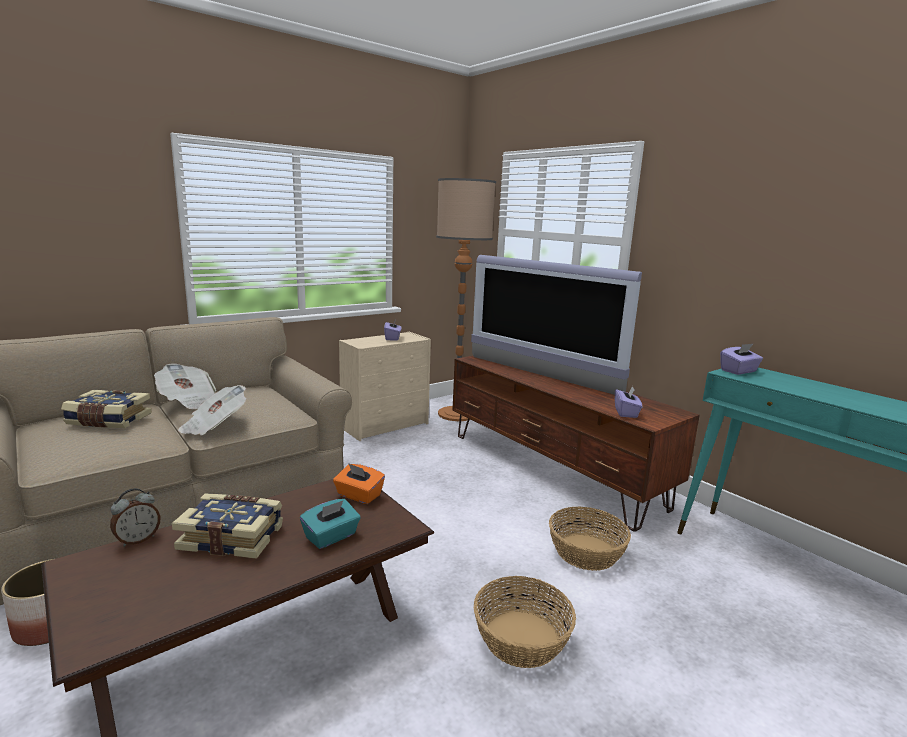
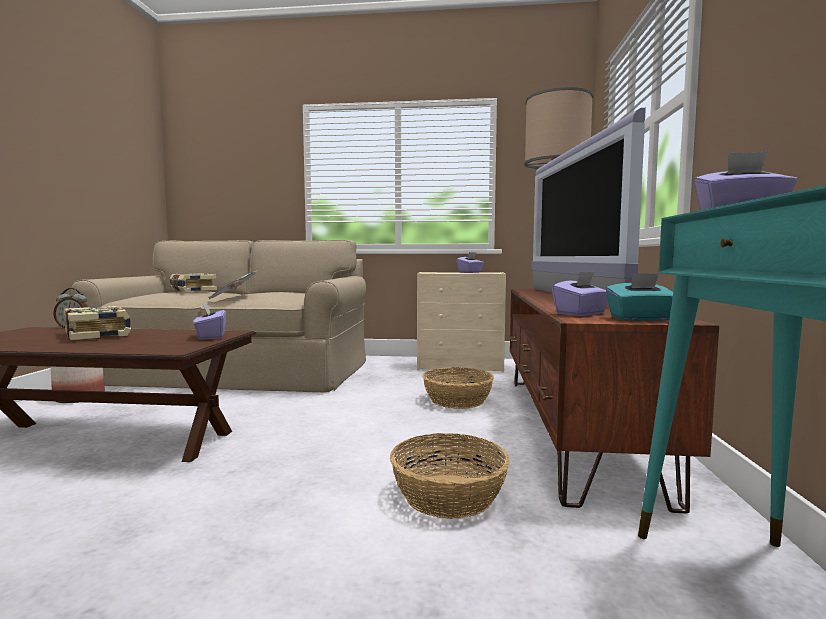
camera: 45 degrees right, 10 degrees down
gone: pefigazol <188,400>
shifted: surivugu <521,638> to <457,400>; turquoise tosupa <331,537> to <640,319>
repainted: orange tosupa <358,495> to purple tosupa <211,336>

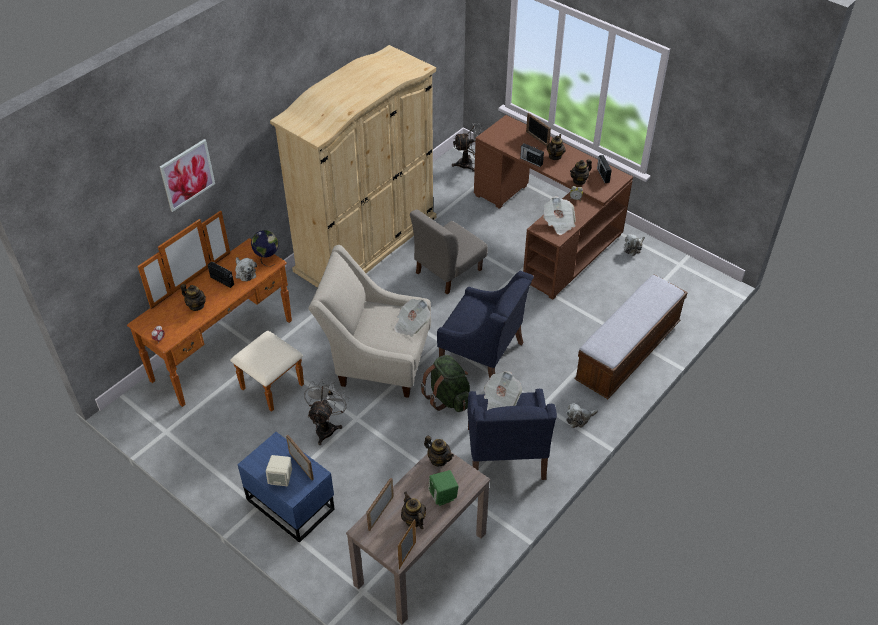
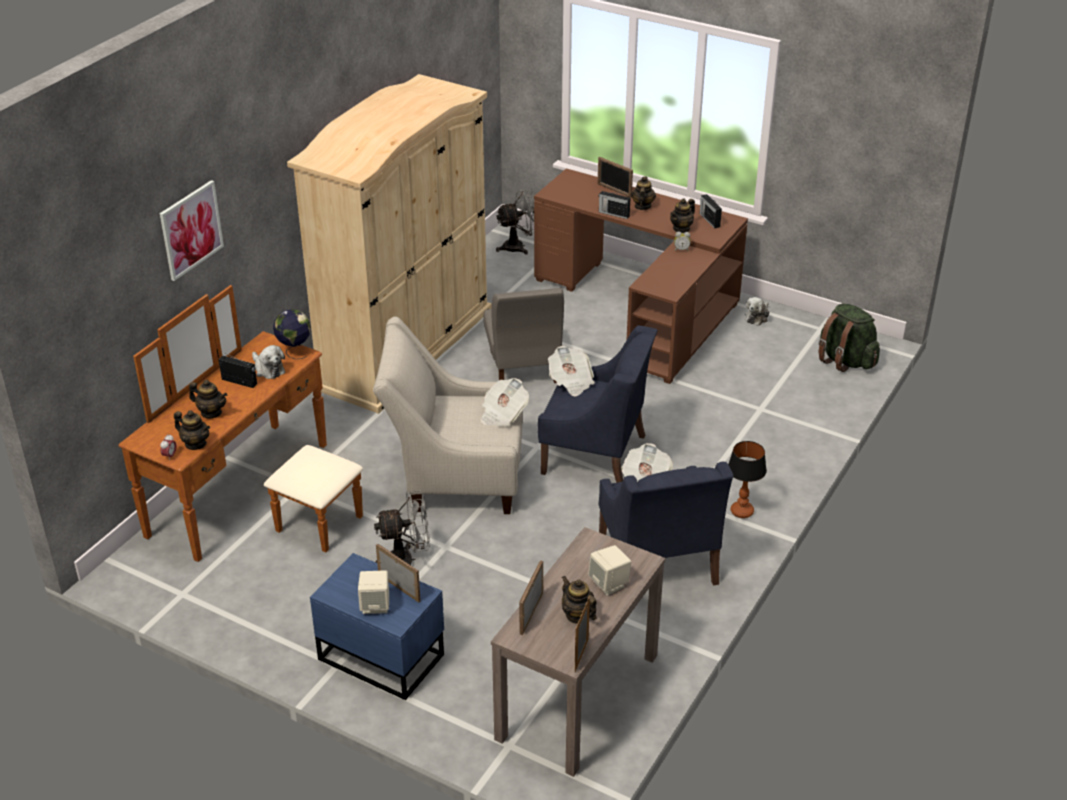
camera: 10 degrees left, 10 degrees down
gone: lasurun <627,353>
shifted: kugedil <439,459> to <195,444>; pefigazol <558,223> to <571,381>; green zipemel <448,397> to <845,360>
swapped: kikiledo <579,419> to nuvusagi <742,511>
repainted: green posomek <443,496> to beige posomek <609,584>
rotated: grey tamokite <326,426> = <407,560> 75 degrees clockwise; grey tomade <448,271> = <523,367> 45 degrees counterclockwise

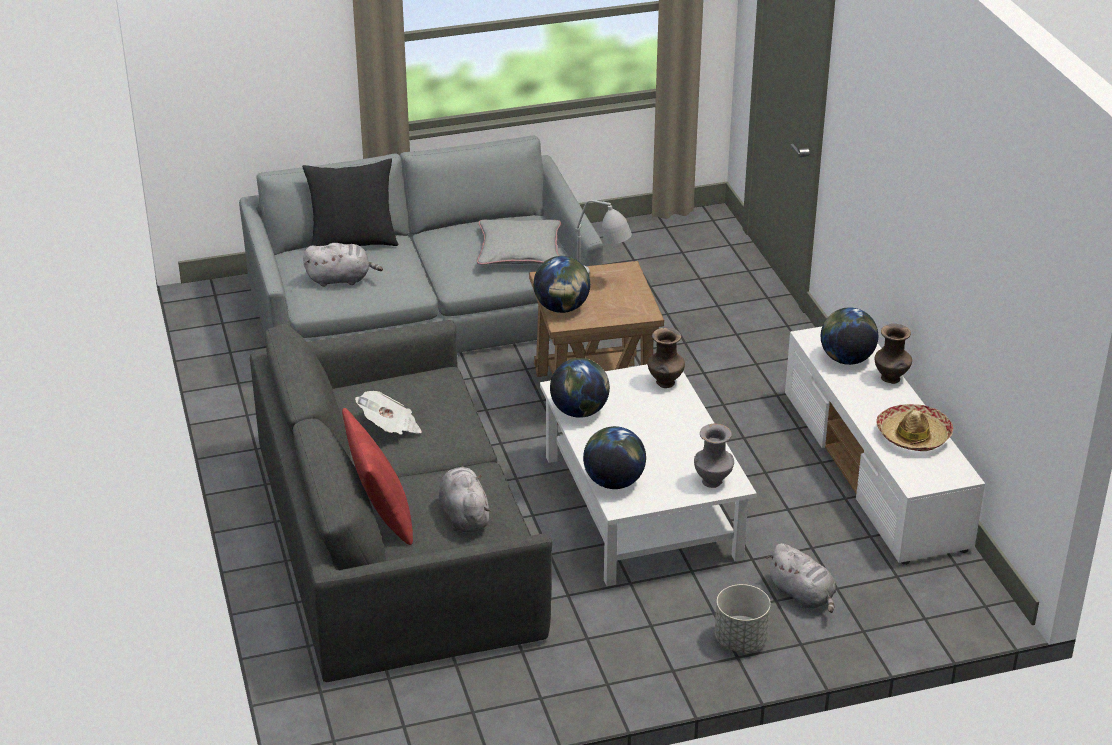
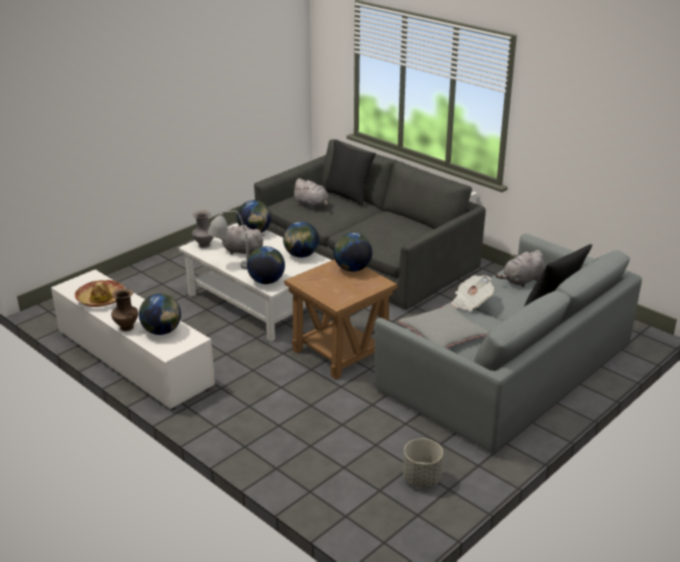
camera: 150 degrees right, 5 degrees down
shifted: grey nuvusagi <600,280> to <231,266>; grey kikiledo <803,595> to <241,251>; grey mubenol <741,639> to <421,479>; pefigazol <390,427> to <470,302>
swapped: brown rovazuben <665,383> to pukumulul <266,281>
repainted: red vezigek <382,515> to black vezigek <347,196>

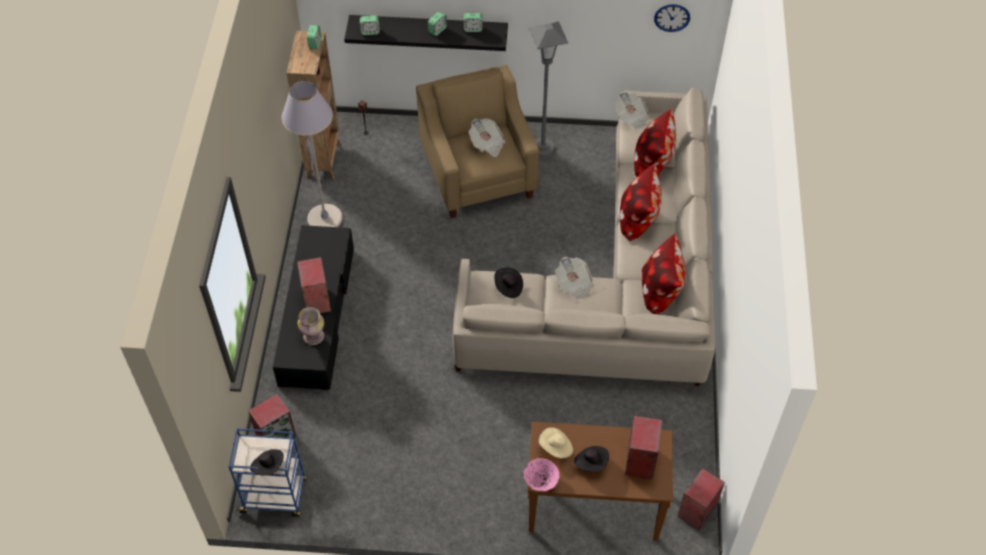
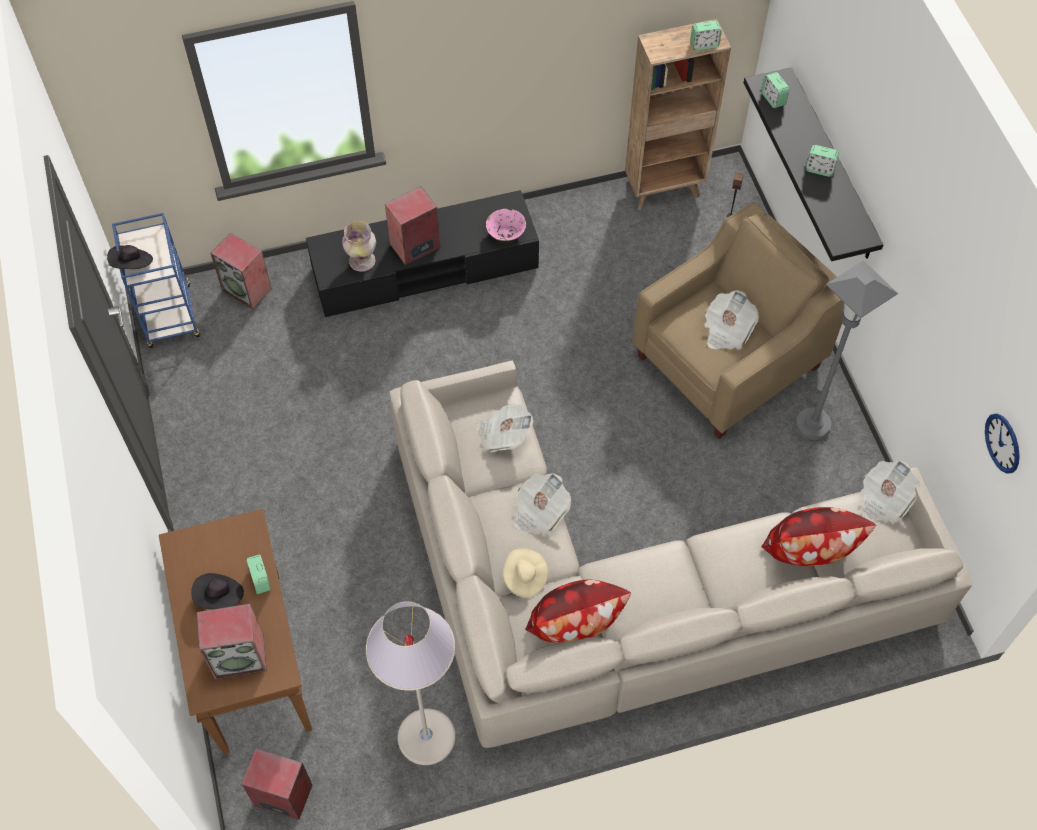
camera: 70 degrees right, 5 degrees up
gone: vezigek <638,219>
shifted: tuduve <473,28> to <260,580>; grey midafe <325,219> to <426,737>; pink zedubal <540,480> to <506,233>; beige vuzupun <556,448> to <524,578>
swapped: black vuzupun <508,287> to pefigazol <503,435>

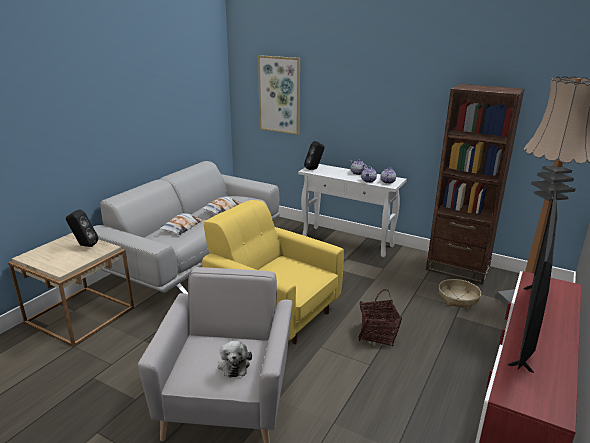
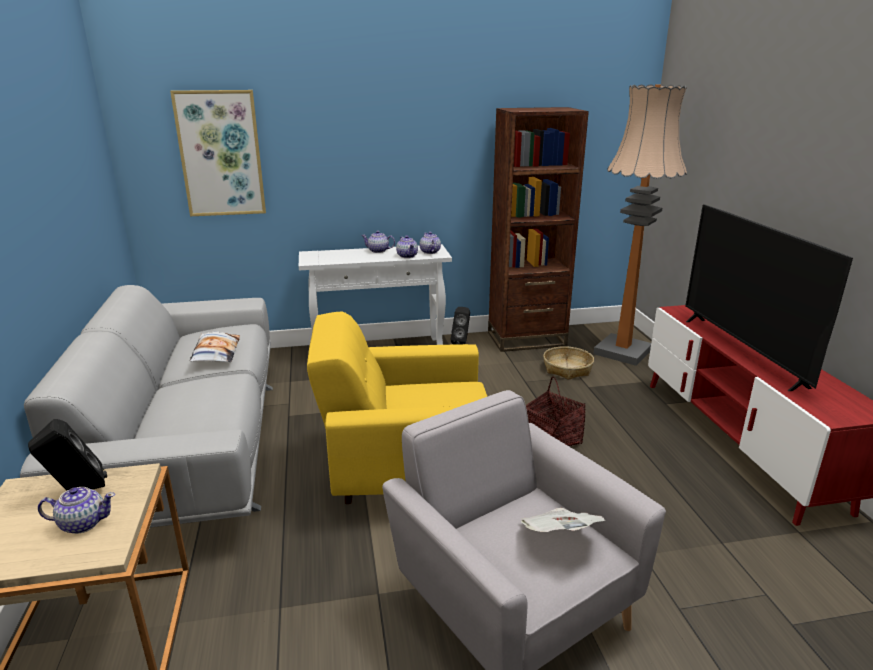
camera: 40 degrees left, 0 degrees up
gone: vezigek <181,227>
new: kugedil <82,523>
shifted: black posomek <314,169> to <462,343>
swapped: kikiledo <234,364> to pefigazol <559,537>

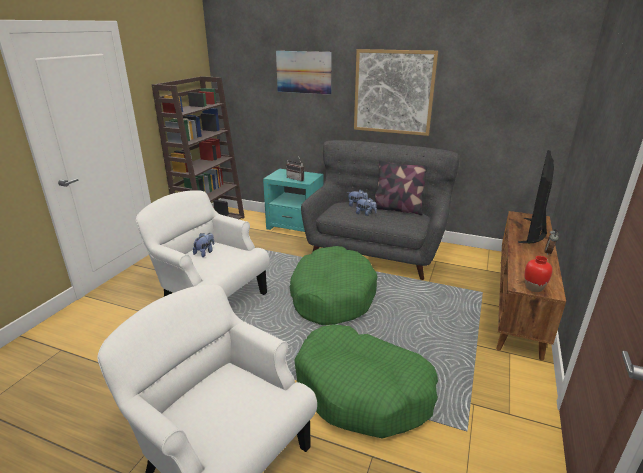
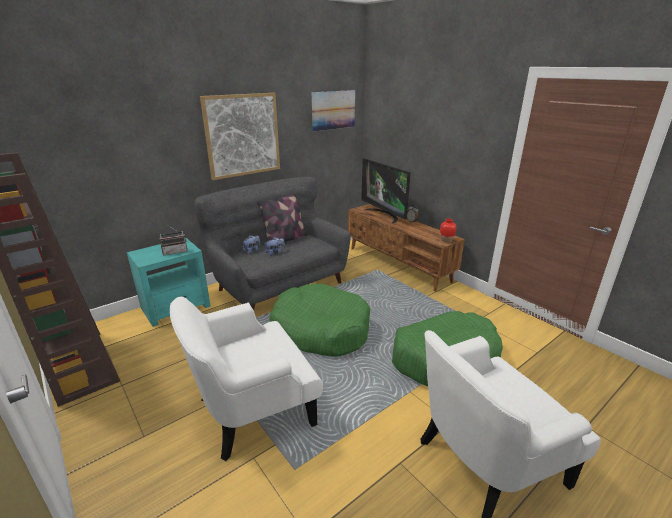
camera: 60 degrees left, 0 degrees up
gone: kikiledo <205,252>
shifted: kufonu <303,72> to <333,110>

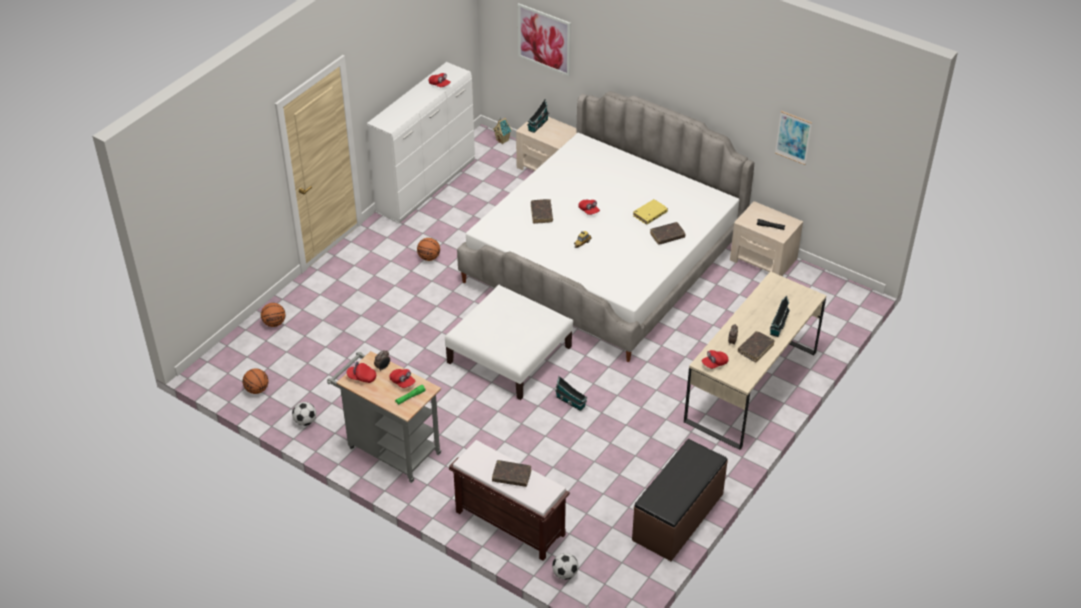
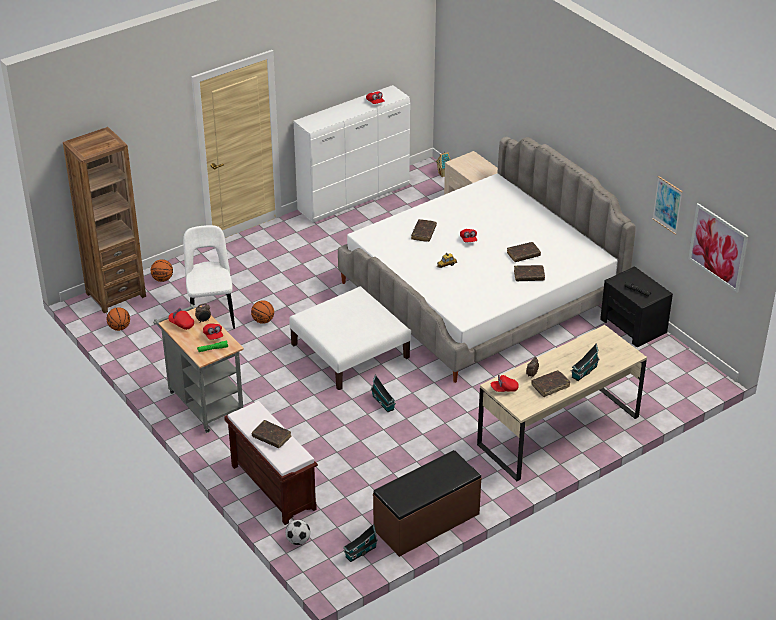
camera: 20 degrees right, 5 degrees down
gone: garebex <305,421>
new: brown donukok <116,294>; white tomade <211,313>
shifted: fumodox <429,257> to <263,320>; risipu <537,125> to <359,552>; kufonu <544,39> to <718,247>
repainted: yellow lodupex <650,215> to brown lodupex <523,255>; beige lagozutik <763,259> to black lagozutik <633,326>

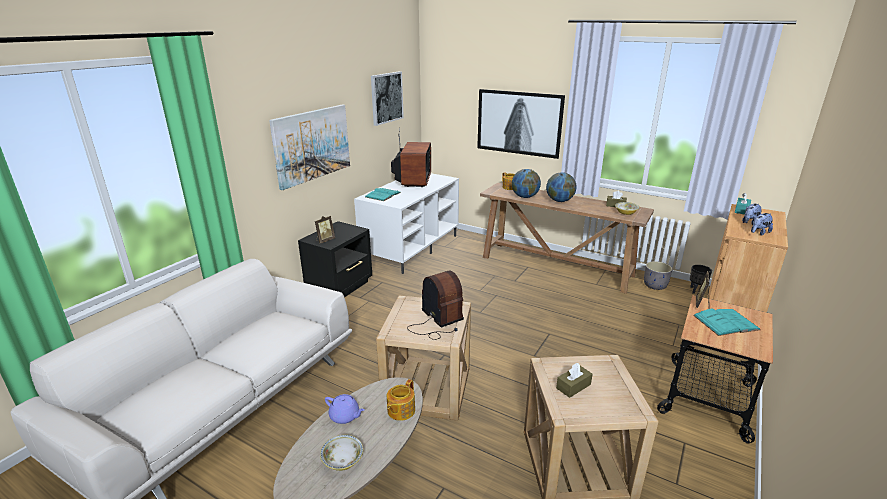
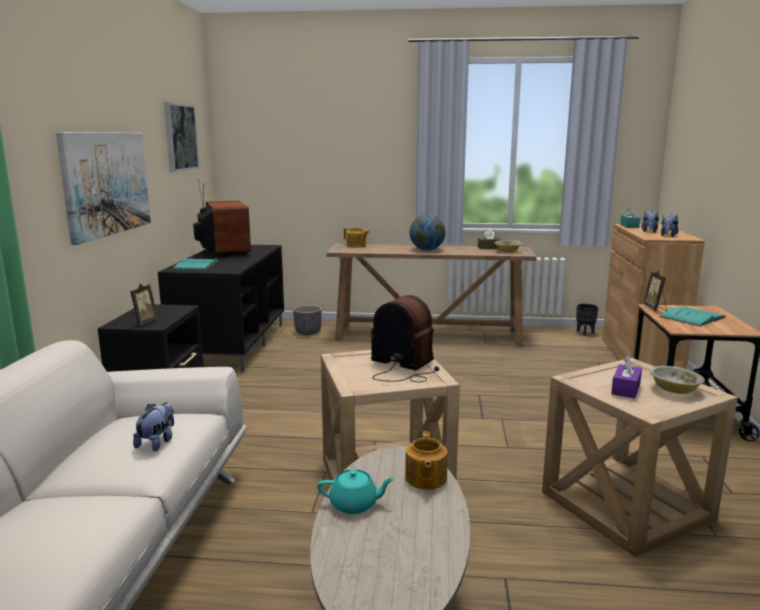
camera: 25 degrees left, 10 degrees down
gone: kufonu <519,123>; pukumulul <525,197>
new: kikiledo <157,442>
shifted: grey mubenol <655,285> to <308,332>; zedubal <342,461> to <674,390>
repainted: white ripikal <411,248> to black ripikal <231,344>; purple kugedil <345,416> to turquoise kugedil <355,504>; brown tosupa <573,386> to purple tosupa <625,389>

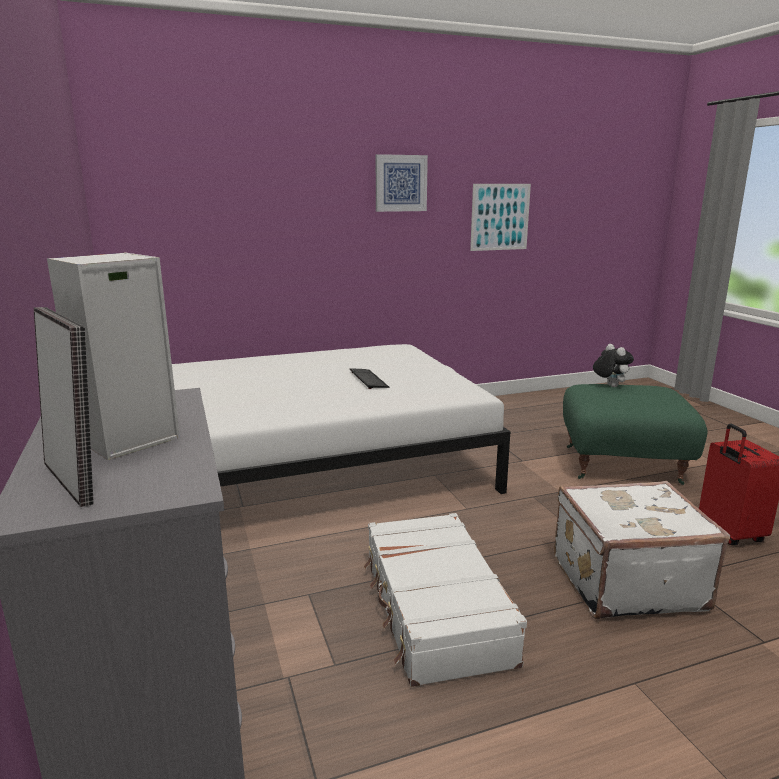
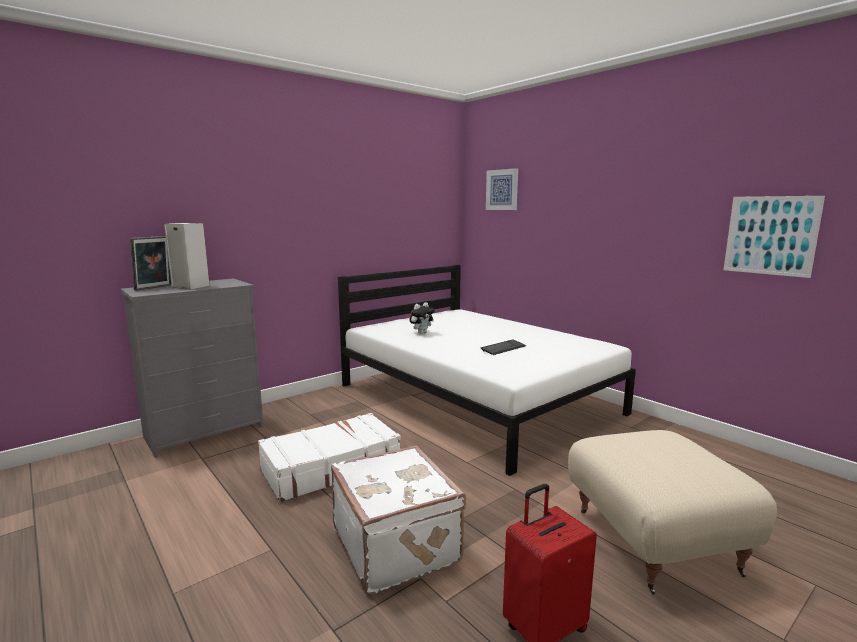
camera: 70 degrees right, 5 degrees down
shifted: kikiledo <609,386> to <421,333>; kufonu <400,183> to <502,189>
repainted: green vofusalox <621,465> to beige vofusalox <654,541>

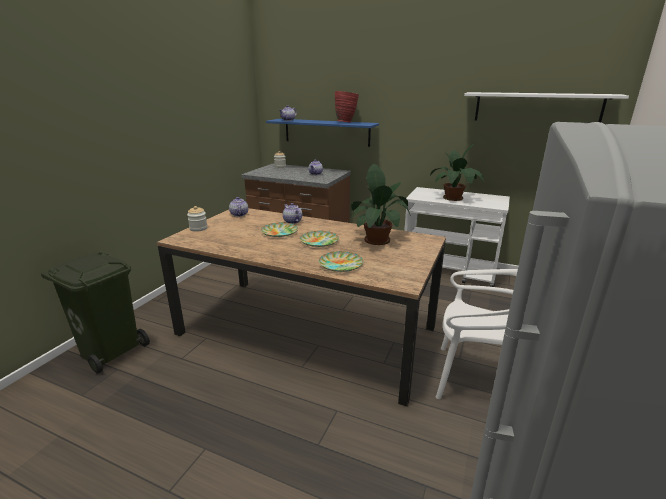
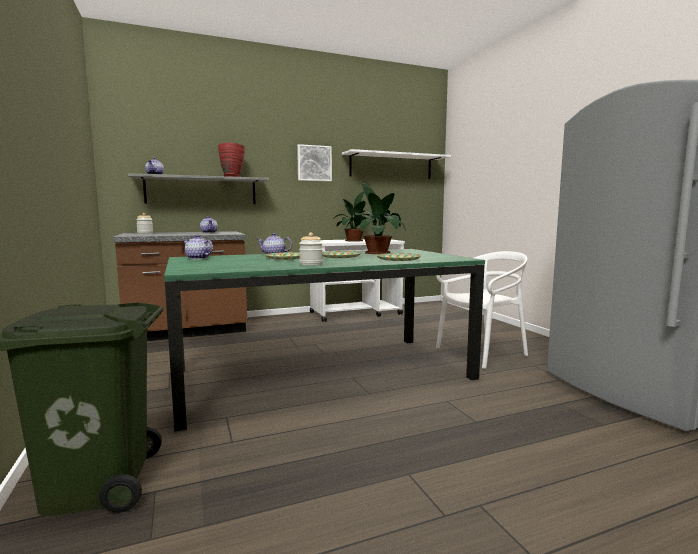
camera: 45 degrees left, 15 degrees down
new: kufonu <314,163>
shifted: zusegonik <198,228> to <311,264>
repainted: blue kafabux <326,132> to grey kafabux <201,191>; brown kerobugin <305,331> to green kerobugin <322,374>

